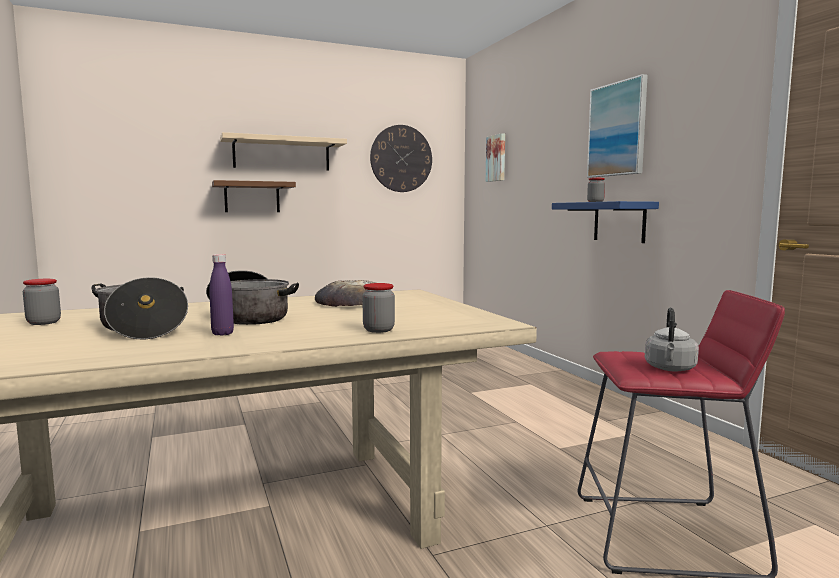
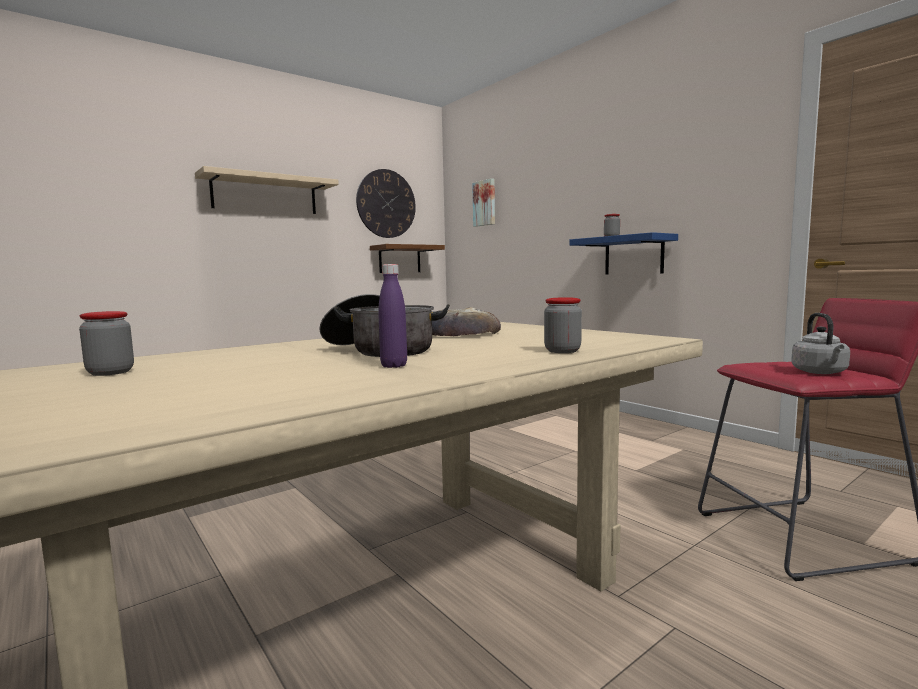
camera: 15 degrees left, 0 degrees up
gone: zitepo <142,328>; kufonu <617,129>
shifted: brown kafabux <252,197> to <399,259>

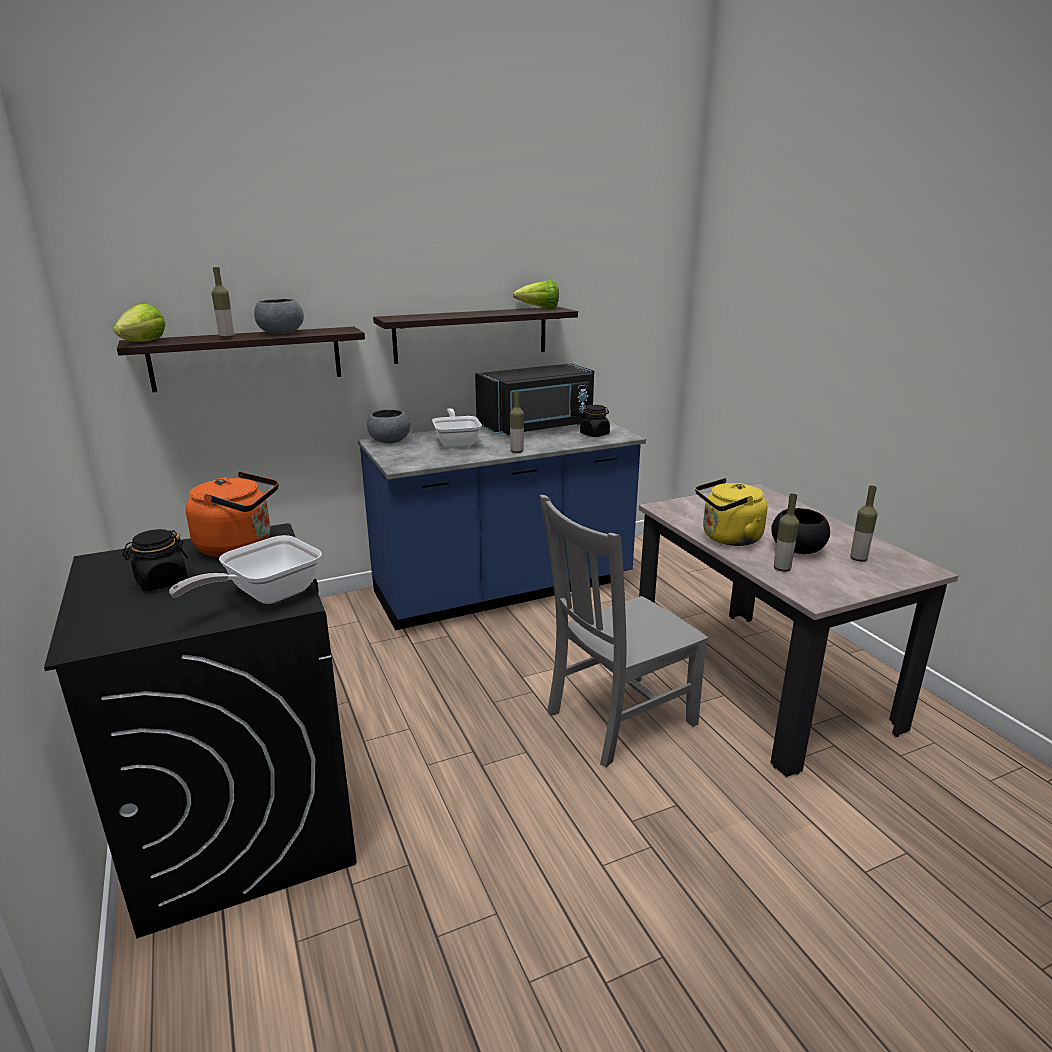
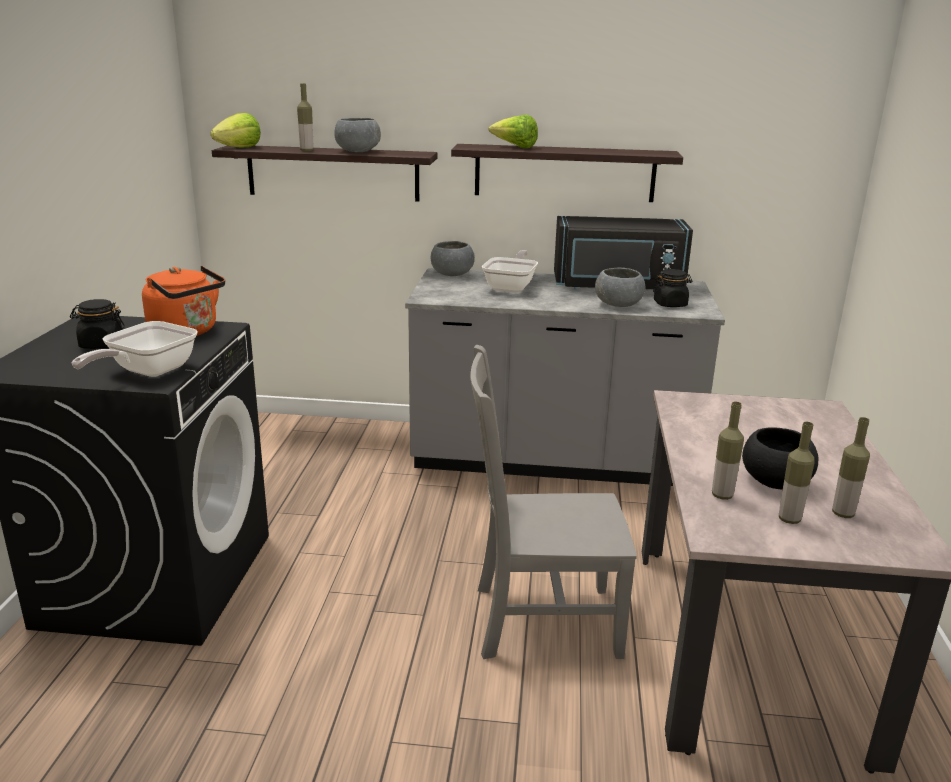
camera: 30 degrees right, 0 degrees up
gone: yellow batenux <728,538>
new: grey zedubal <618,305>
shifted: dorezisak <540,309> to <514,147>; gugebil <517,451> to <789,519>
repainted: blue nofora <504,590> to grey nofora <552,460>
rotated: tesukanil <265,595> = <147,372> 45 degrees counterclockwise

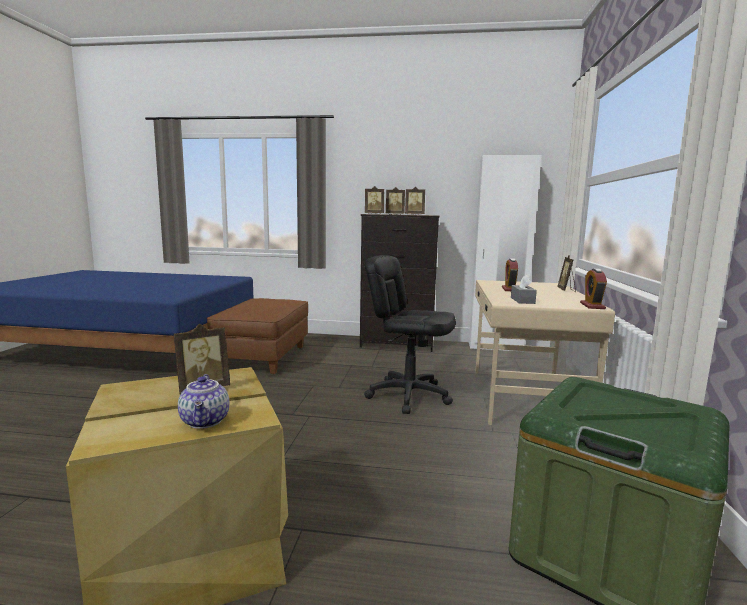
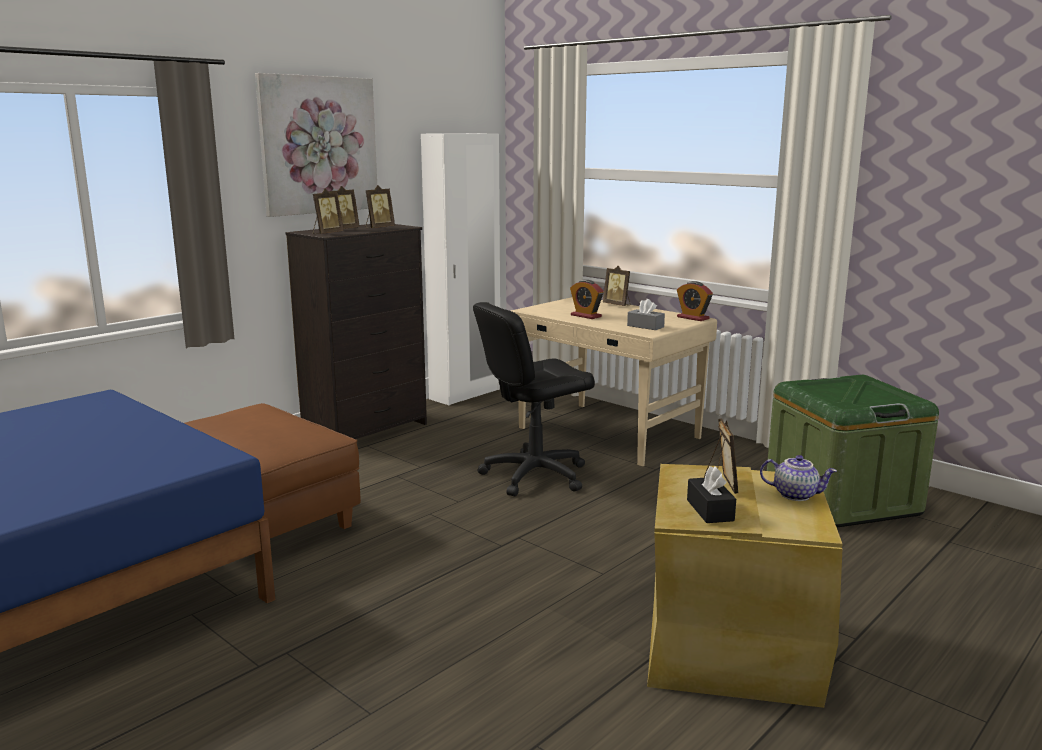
camera: 55 degrees left, 5 degrees up
new: kufonu <319,145>; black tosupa <710,510>

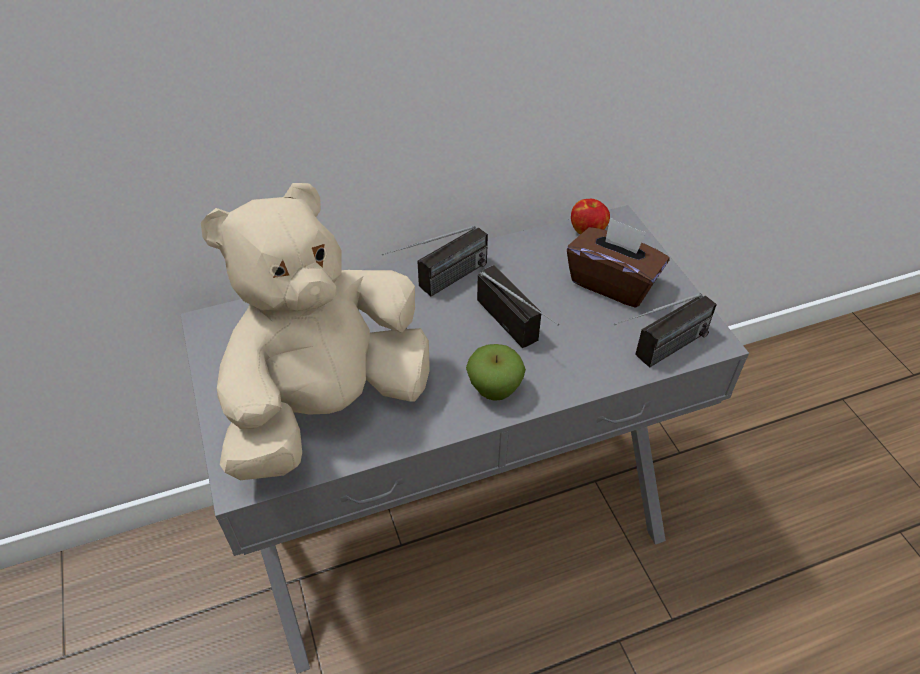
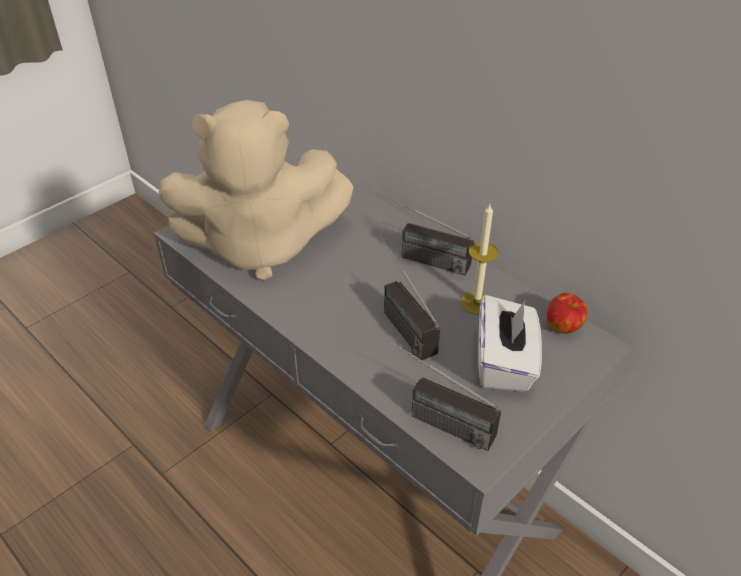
camera: 65 degrees right, 5 degrees down
gone: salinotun <494,389>
new: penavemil <476,303>
repainted: brown tosupa <613,283> to white tosupa <504,363>
rotated: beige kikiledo <328,407> = <261,246> 150 degrees clockwise; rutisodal <521,332> = <398,320> 120 degrees clockwise

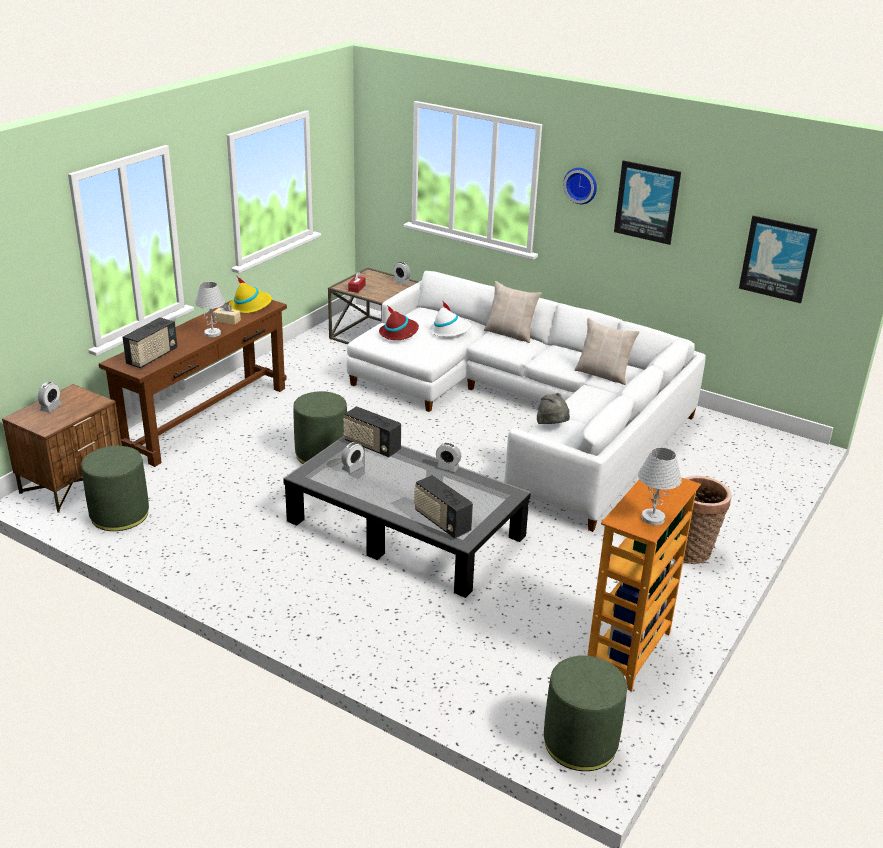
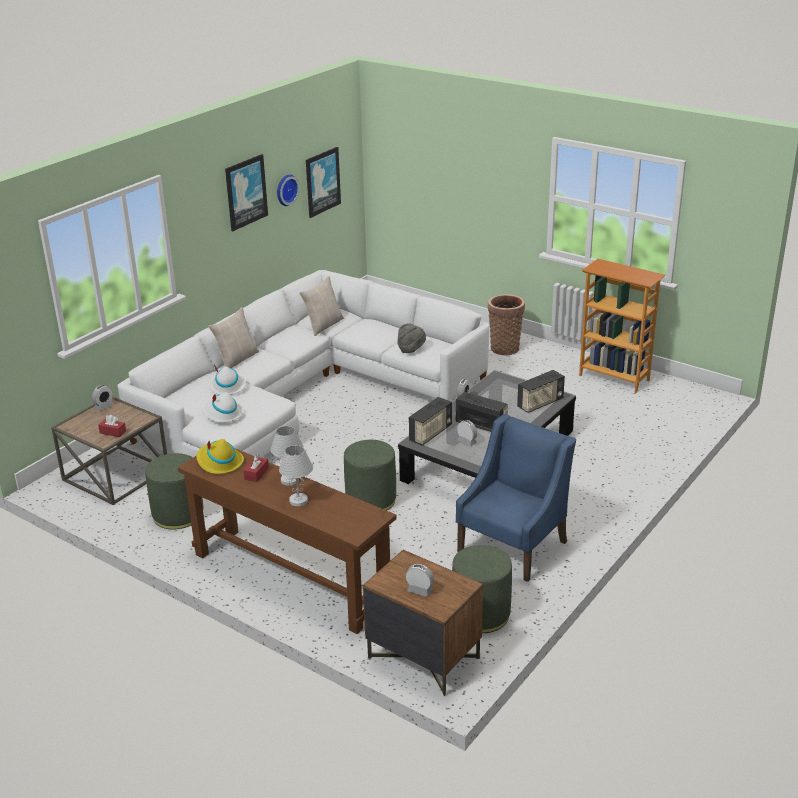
camera: 85 degrees left, 0 degrees up
new: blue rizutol <513,546>
shifted: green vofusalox <580,743> to <178,514>; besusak <581,185> to <285,189>; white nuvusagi <653,518> to <298,500>; rutisodal <152,357> to <481,425>
repainted: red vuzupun <399,333> to white vuzupun <222,413>; beige tosupa <227,320> to red tosupa <256,474>

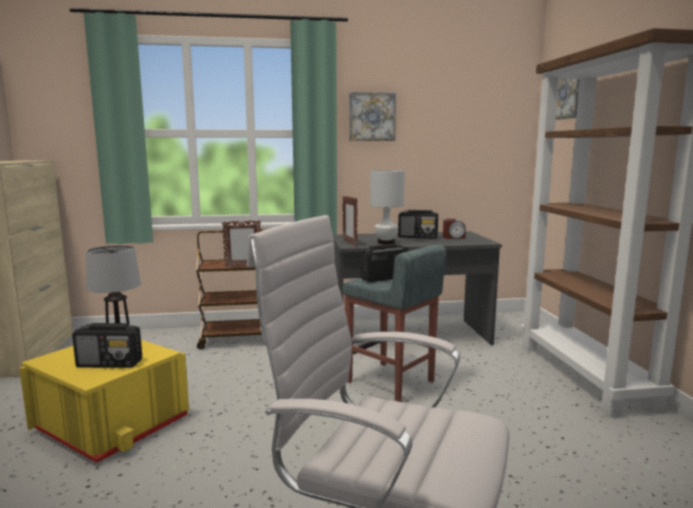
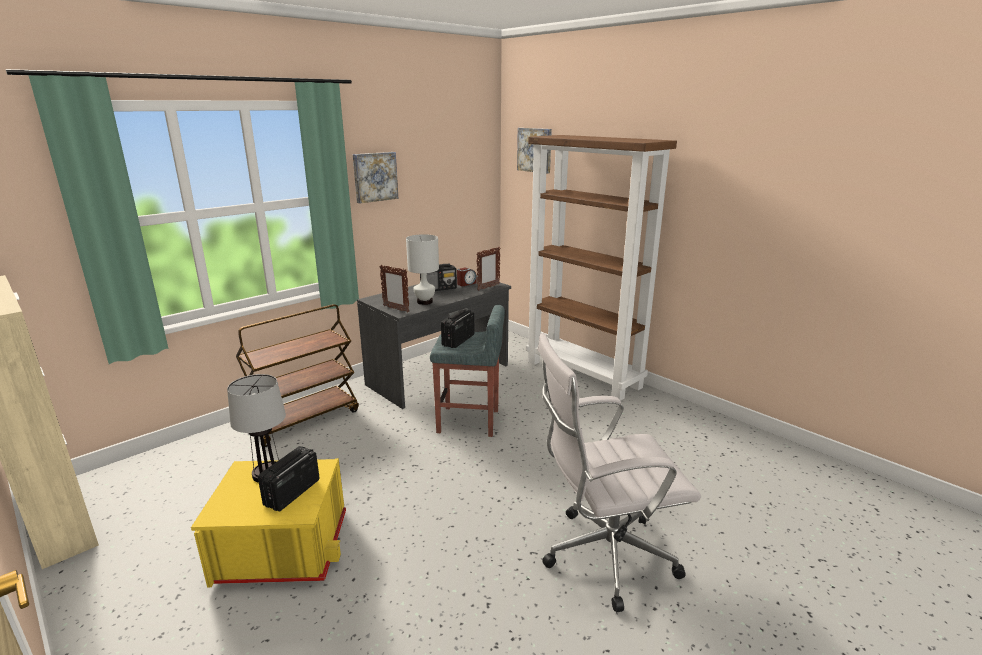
camera: 35 degrees left, 10 degrees up
shifted: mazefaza <243,266> to <488,287>
rotated: rutisodal <110,364> = <291,493> 150 degrees clockwise

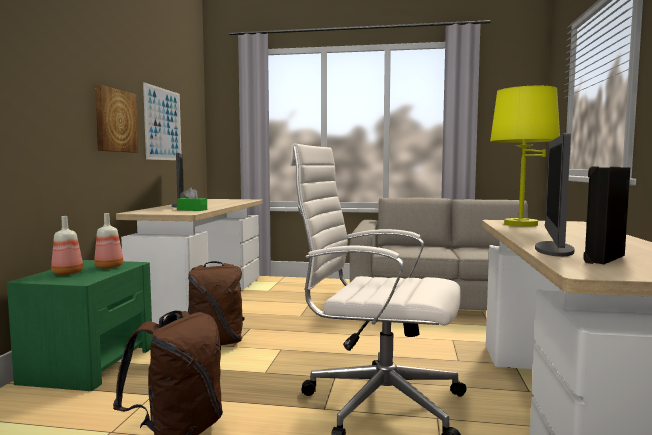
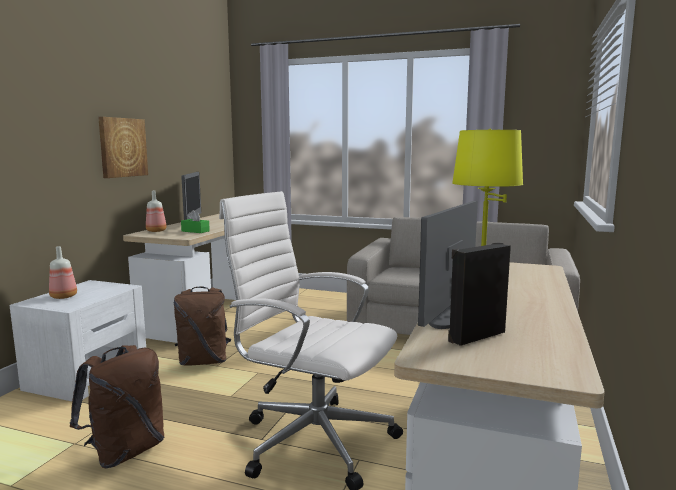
camera: 10 degrees right, 5 degrees up
gone: kufonu <163,124>
shifted: gugebil <110,267> to <157,231>
repainted: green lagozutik <90,364> to white lagozutik <88,375>

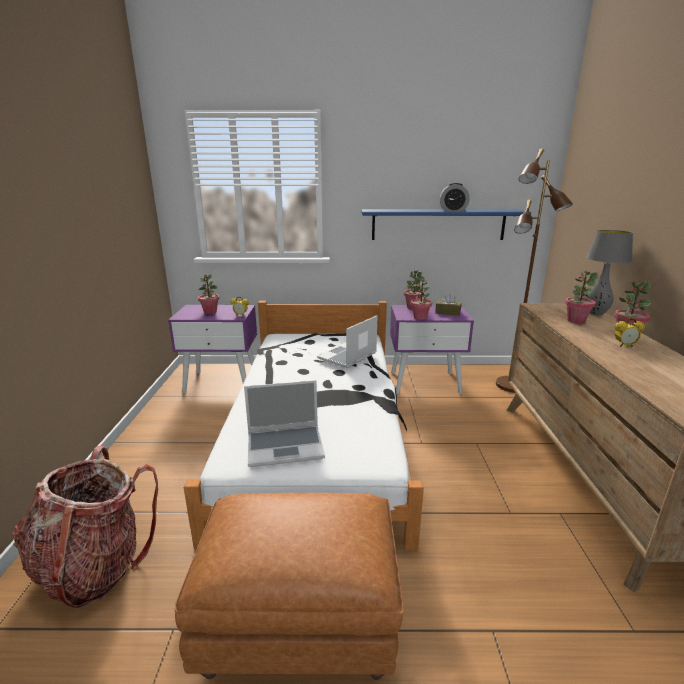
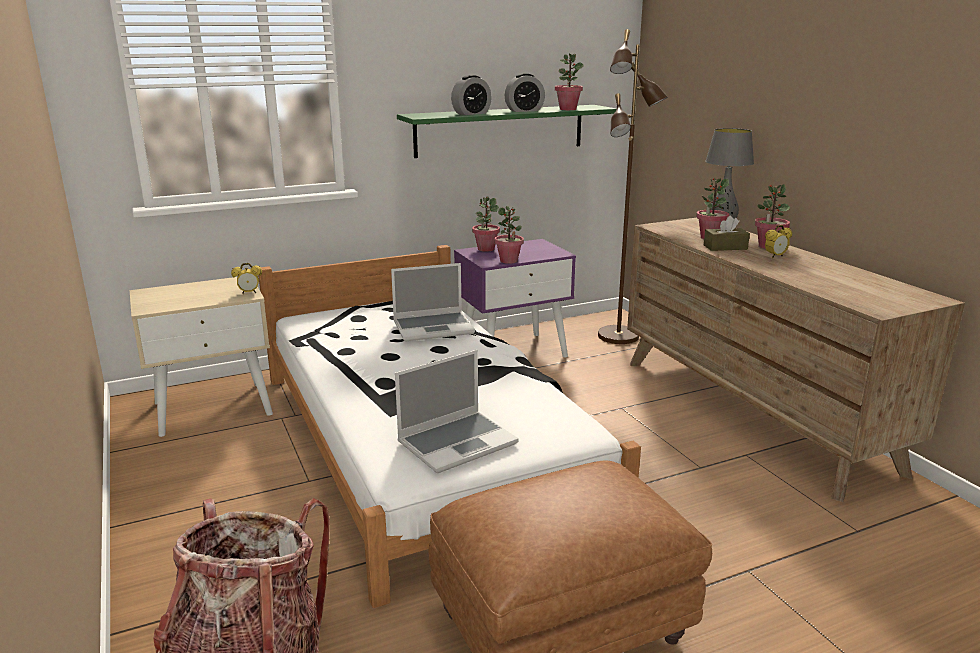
camera: 25 degrees left, 0 degrees up
new: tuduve <471,113>
shifted: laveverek <210,312> to <568,109>; brown tosupa <447,312> to <725,247>
repainted: purple lagozutik <222,382> to beige lagozutik <213,408>; blue kafabux <438,224> to green kafabux <500,130>
rotated: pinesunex <347,356> = <434,327> 120 degrees counterclockwise

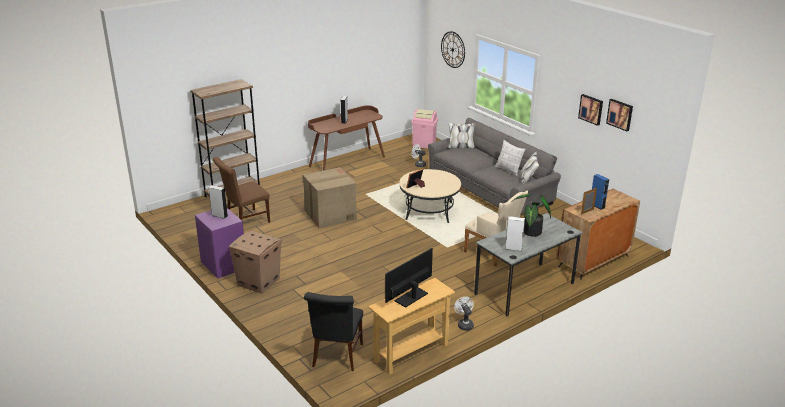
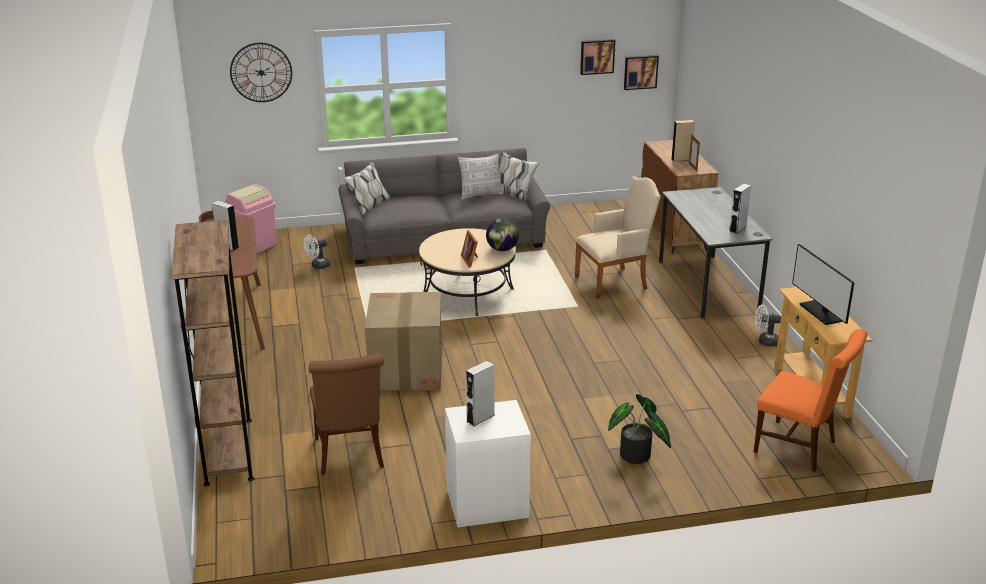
camera: 65 degrees left, 0 degrees up
gone: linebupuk <259,282>
new: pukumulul <502,249>
shifted: laveverek <530,233> to <636,457>; kufonu <591,109> to <640,71>
repainted: purple lagozutik <224,264> to white lagozutik <487,503>; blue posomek <597,205> to beige posomek <681,159>; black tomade <336,357> to orange tomade <800,448>

